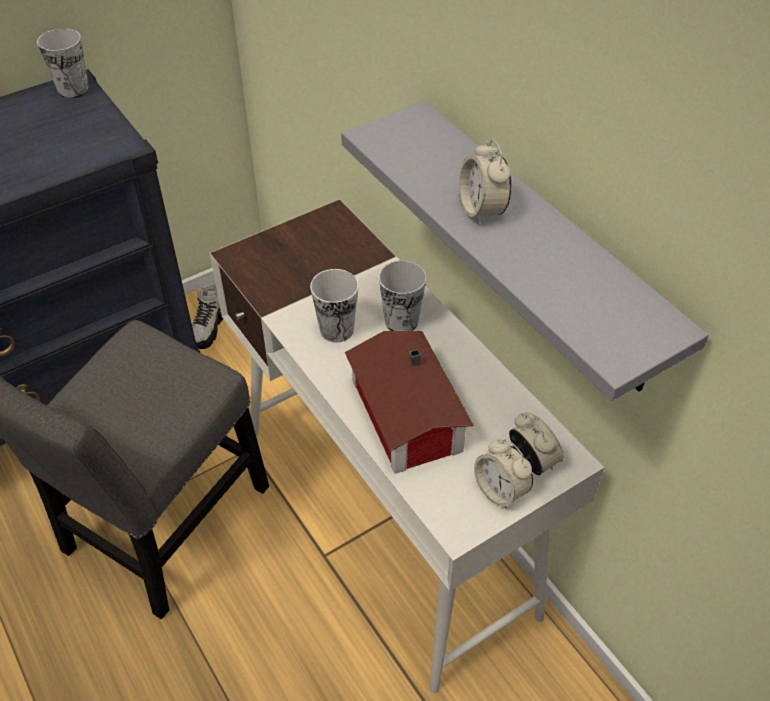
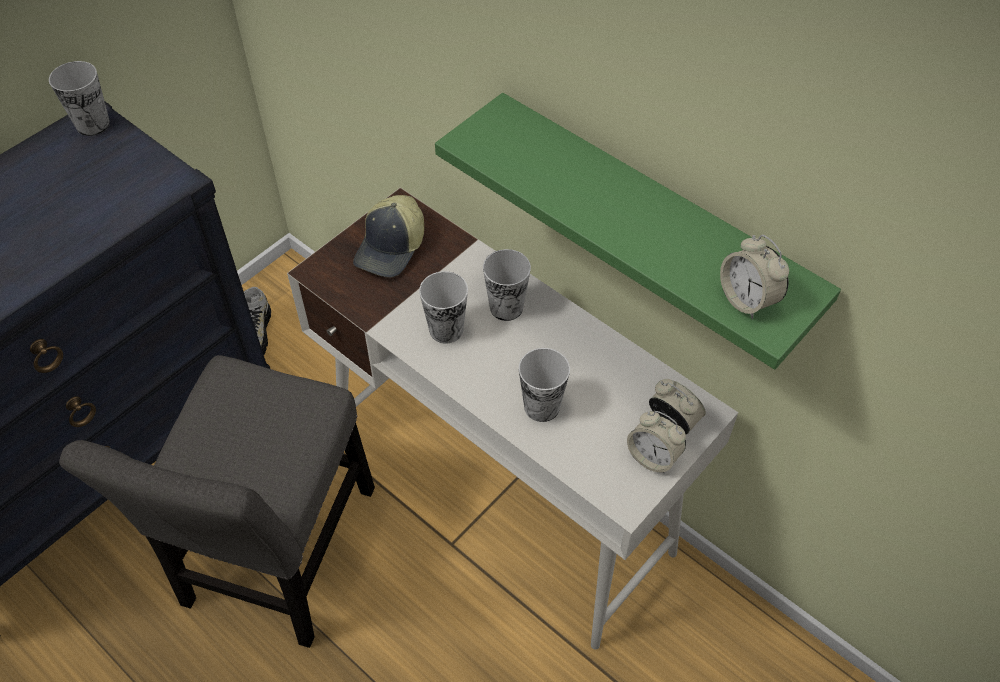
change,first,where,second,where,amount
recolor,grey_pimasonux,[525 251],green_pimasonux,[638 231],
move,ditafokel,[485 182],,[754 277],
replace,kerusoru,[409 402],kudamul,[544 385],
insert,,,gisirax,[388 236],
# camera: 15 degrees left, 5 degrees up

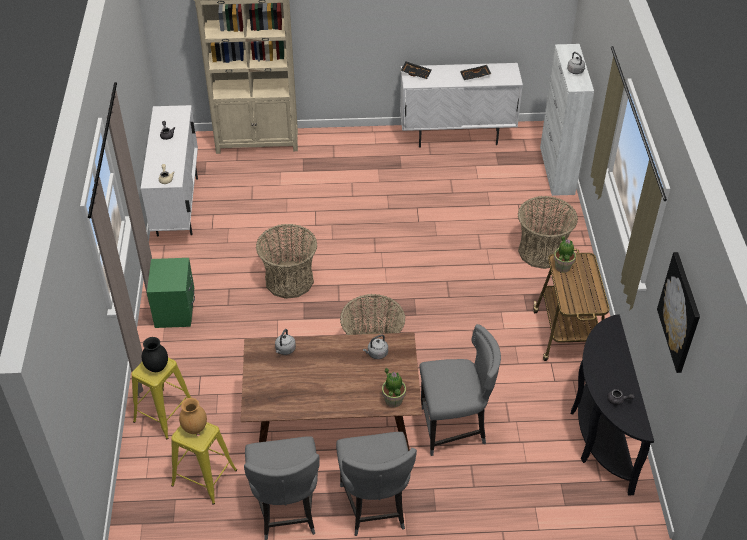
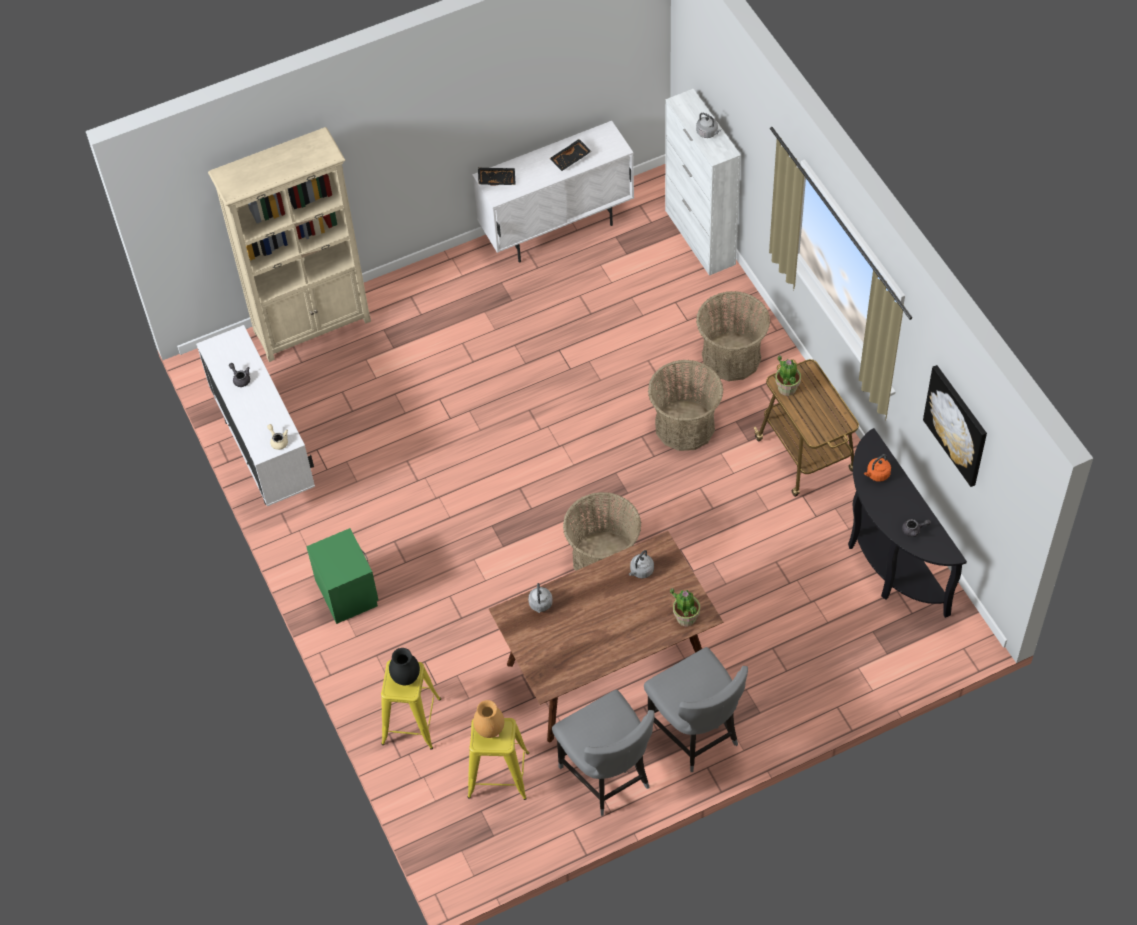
change,first,where,second,where,amount
move,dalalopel,[286 261],,[685 405],
delete,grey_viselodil,[460 390],,,
insert,,,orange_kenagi,[877 468],
# camera: 20 degrees left, 10 degrees up

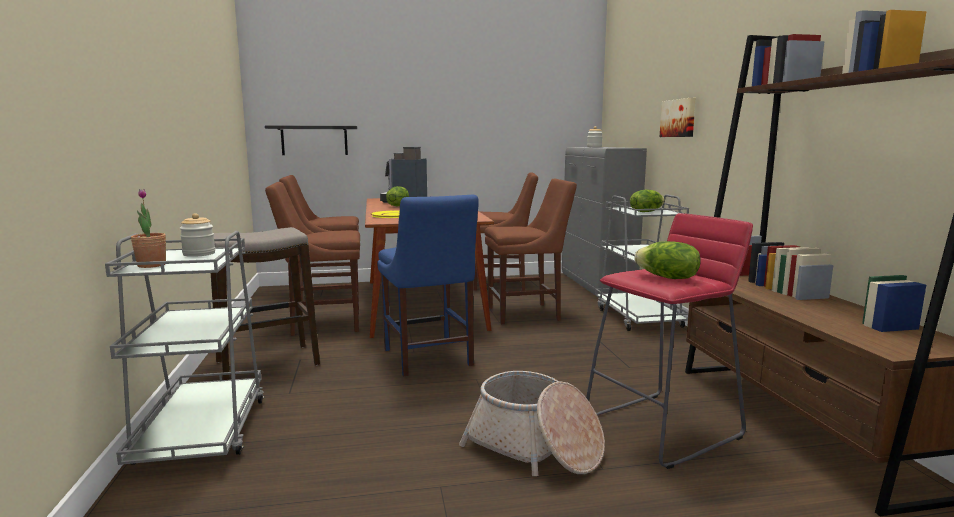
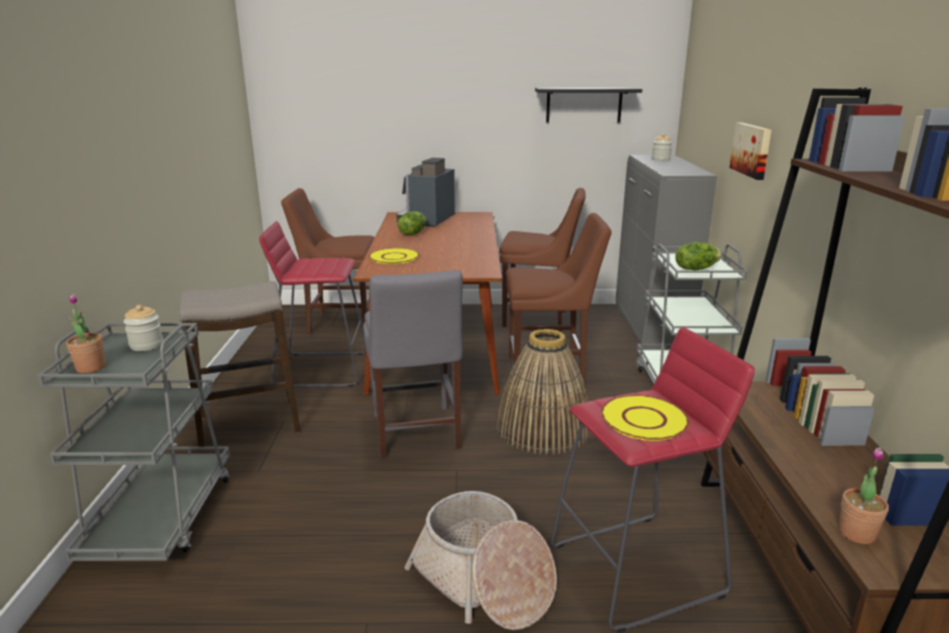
change,first,where,second,where,amount
move,black_pimasonux,[311 140],,[588 105],
replace,brown_viselodil,[312 259],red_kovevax,[312 304],
recolor,blue_viselodil,[428 285],grey_viselodil,[413 364],
replace,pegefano,[668 260],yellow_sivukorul,[645 418],
insert,,,dalalopel,[543 391],
insert,,,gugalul,[864 495],
# camera: 10 degrees right, 10 degrees up

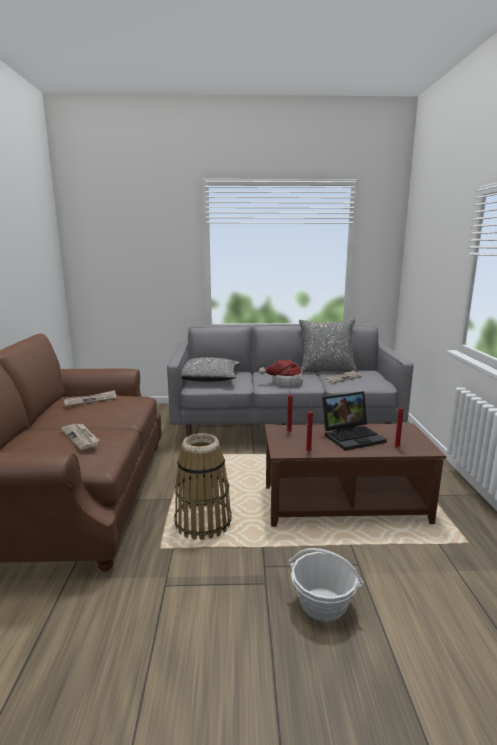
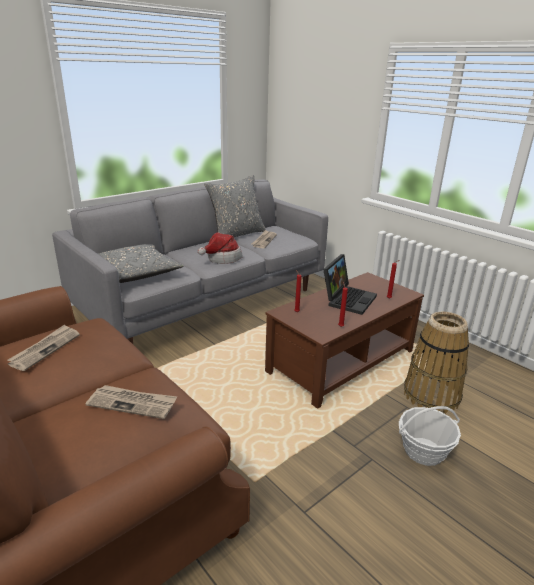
change,first,where,second,where,amount
move,dalalopel,[203 486],,[436 363],
# camera: 40 degrees left, 10 degrees up

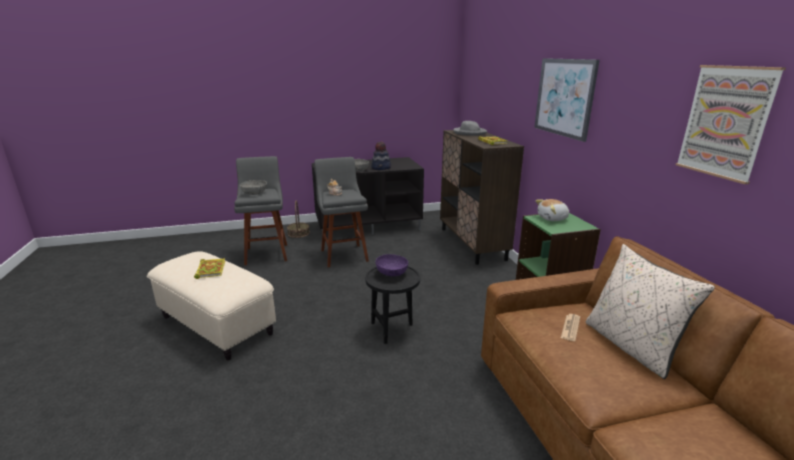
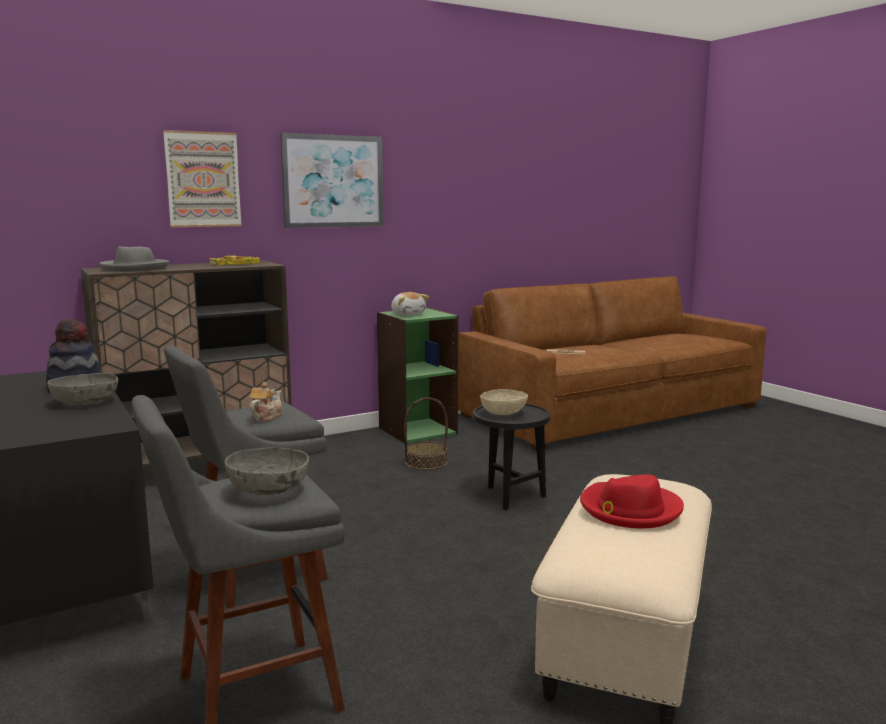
change,first,where,second,where,amount
move,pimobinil,[731 124],,[202 178],
move,dalalopel,[298 219],,[426 434],
delete,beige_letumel,[650 311],,,
recolor,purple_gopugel,[392 265],beige_gopugel,[504 402],
replace,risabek,[209 268],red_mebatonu,[632 501],
# camera: 105 degrees left, 10 degrees down

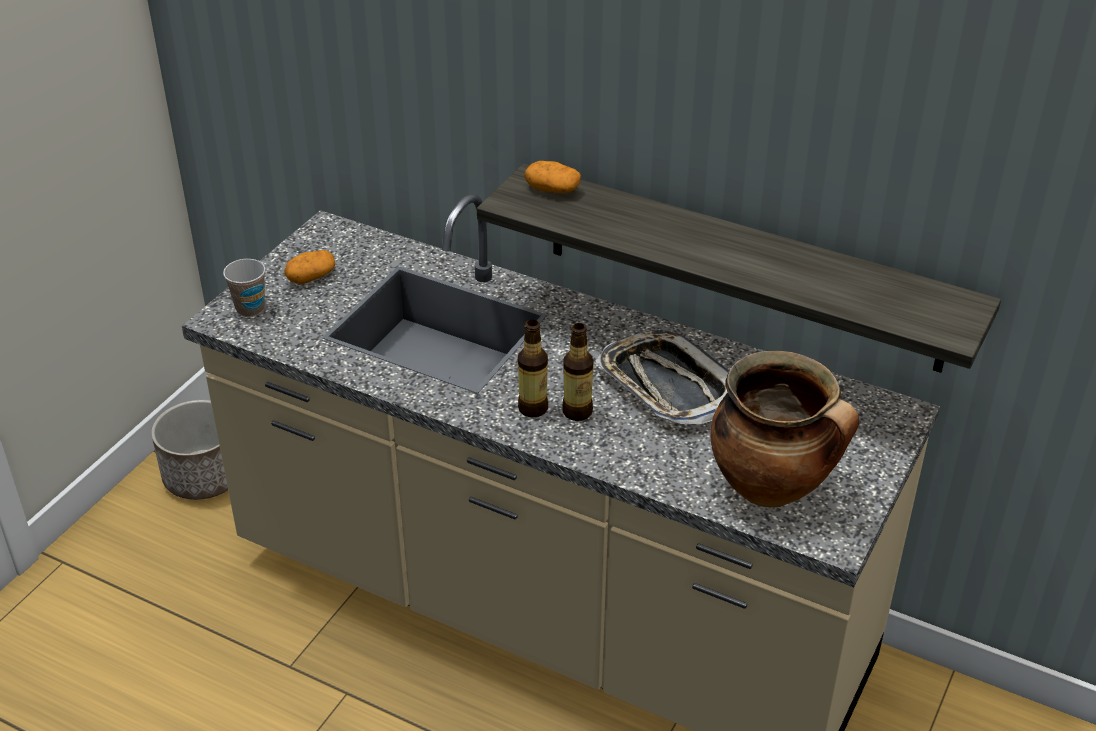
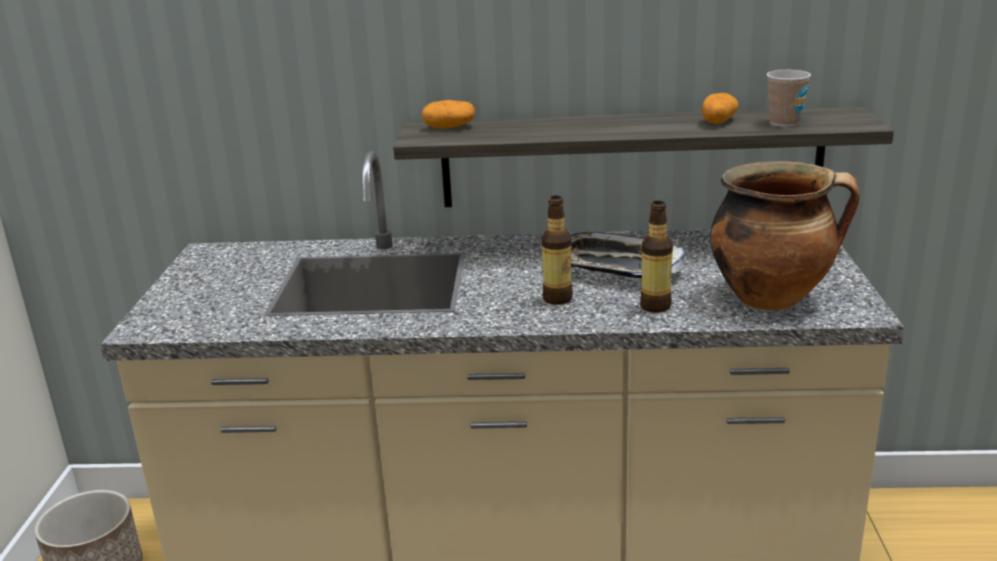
change,first,where,second,where,amount
move,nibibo,[309 267],,[720 108],
move,kudamul,[244 288],,[789 98],
move,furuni,[533 368],,[656 257],
# camera: 25 degrees left, 15 degrees down

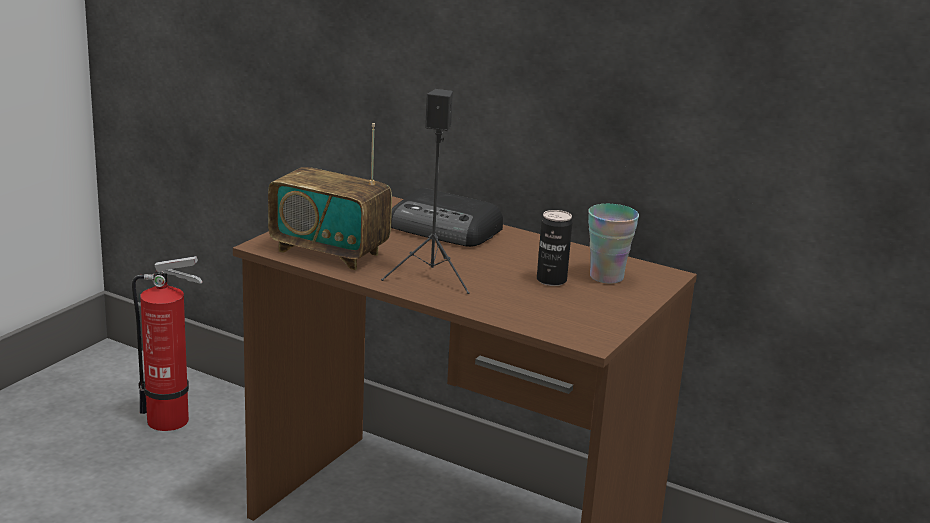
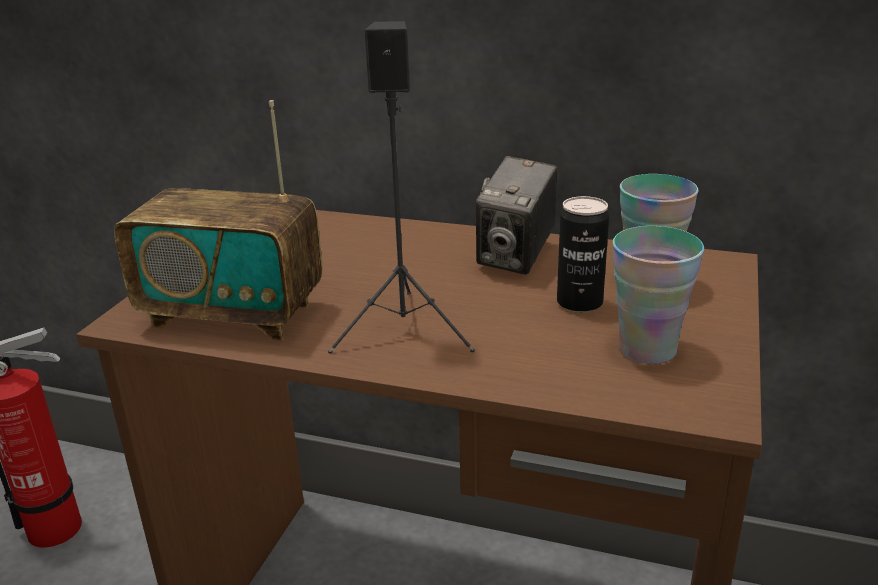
change,first,where,second,where,amount
delete,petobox,[447 217],,,
insert,,,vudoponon,[516 215],
insert,,,kudamul,[658 295],
# camera: 10 degrees left, 5 degrees up

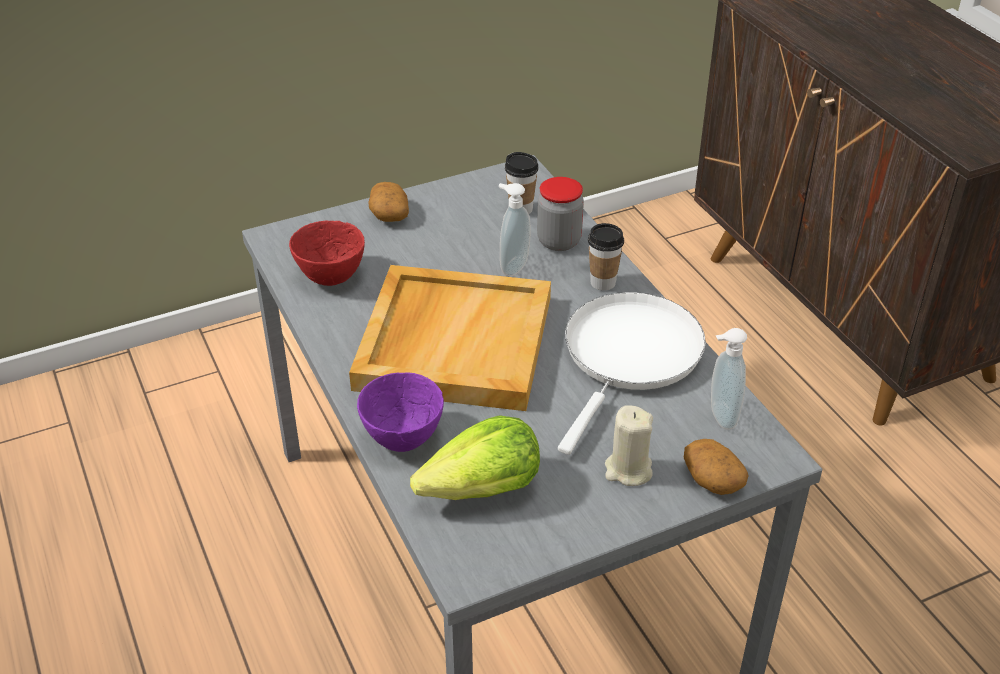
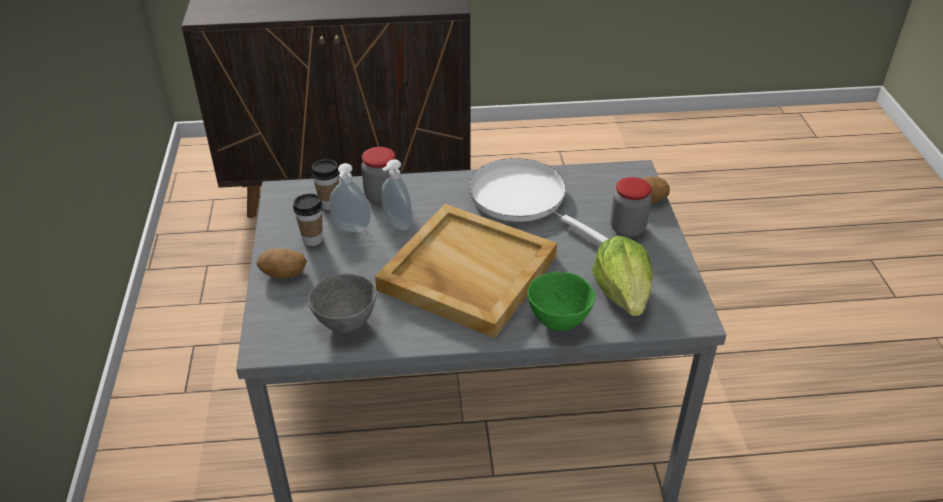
change,first,where,second,where,amount
recolor,red_gopugel,[327 253],grey_gopugel,[342 303],
move,kudamul,[606 257],,[308 219],
move,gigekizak,[729 379],,[350 197],
recolor,purple_gopugel,[400 412],green_gopugel,[561 301],
replace,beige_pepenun,[629 445],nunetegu,[631 207],
# camera: 70 degrees left, 0 degrees up

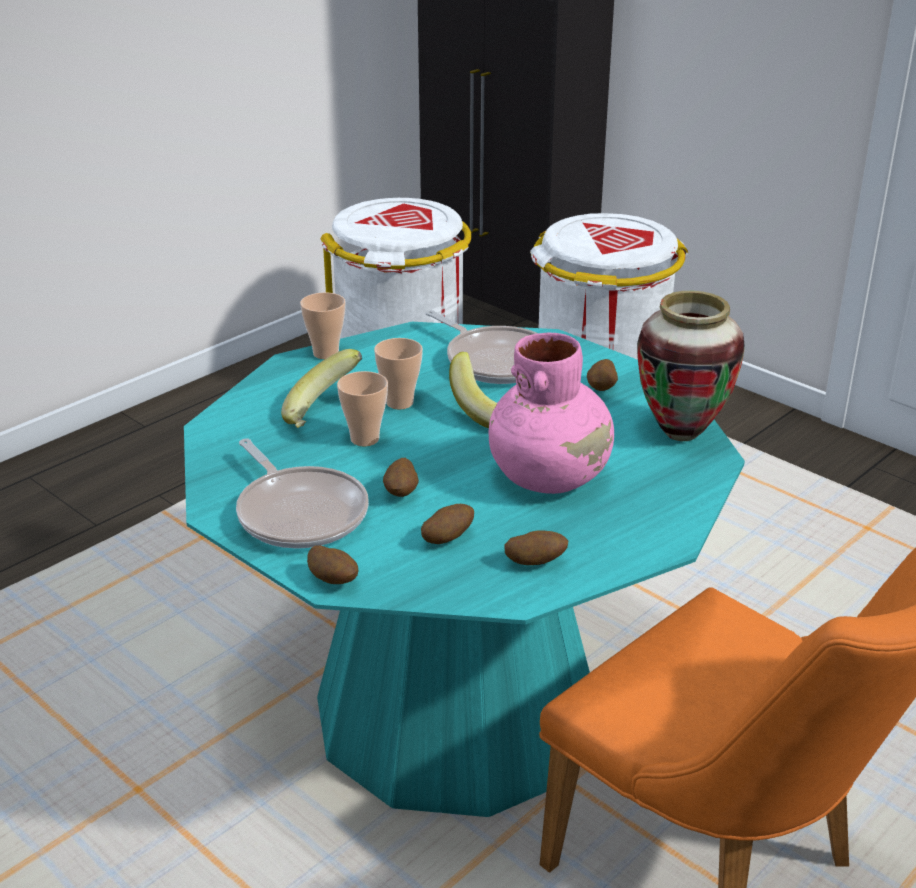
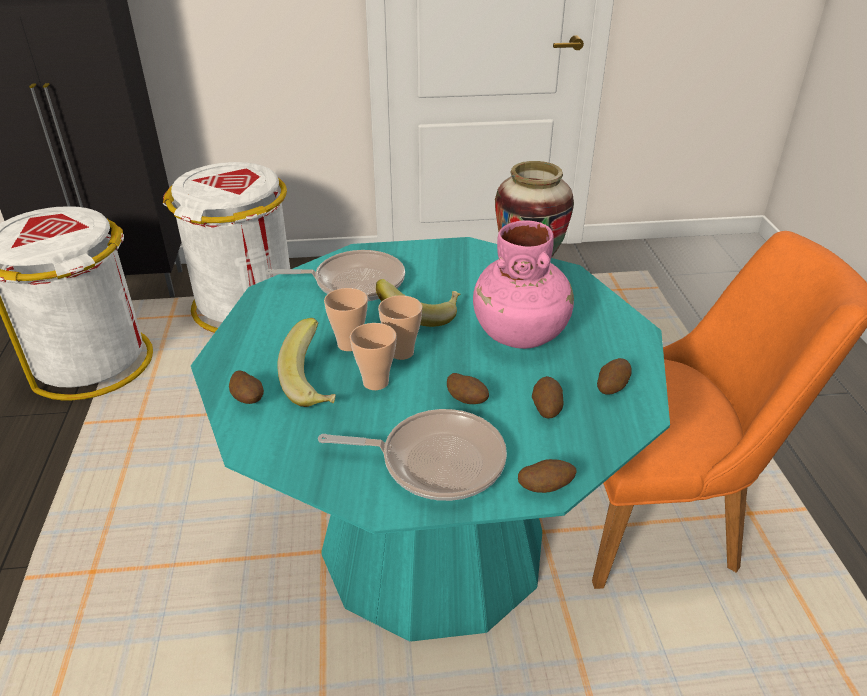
change,first,where,second,where,amount
move,kudamul,[323 325],,[400 327],
move,nibibo,[602 375],,[246 387],
# camera: 50 degrees left, 5 degrees up

